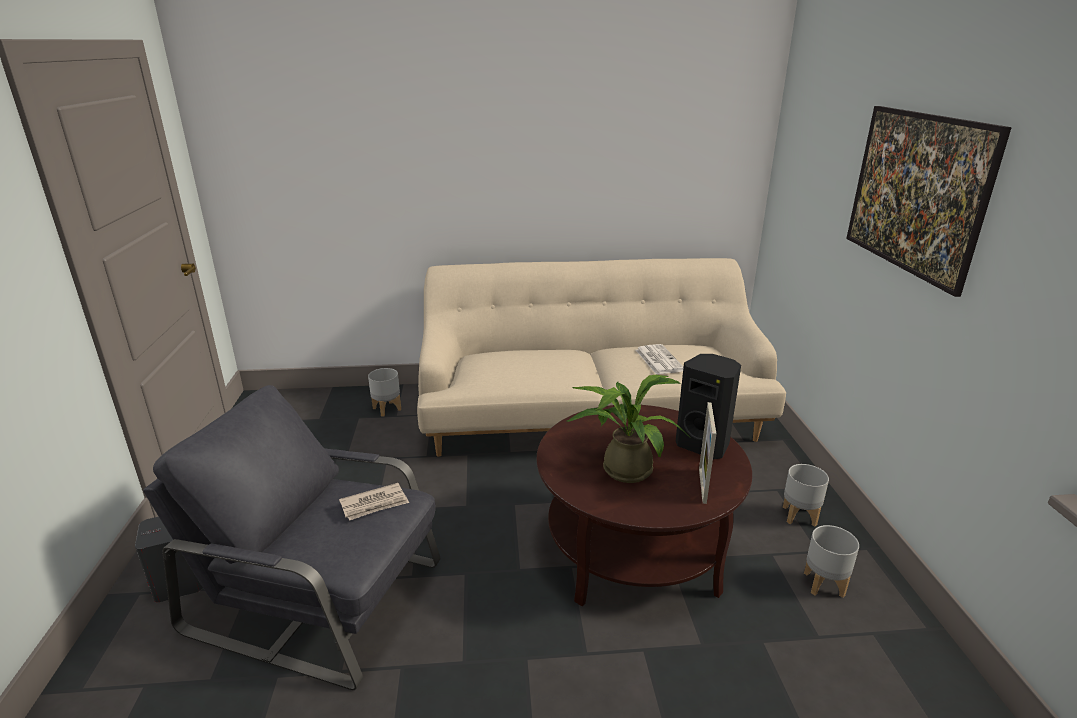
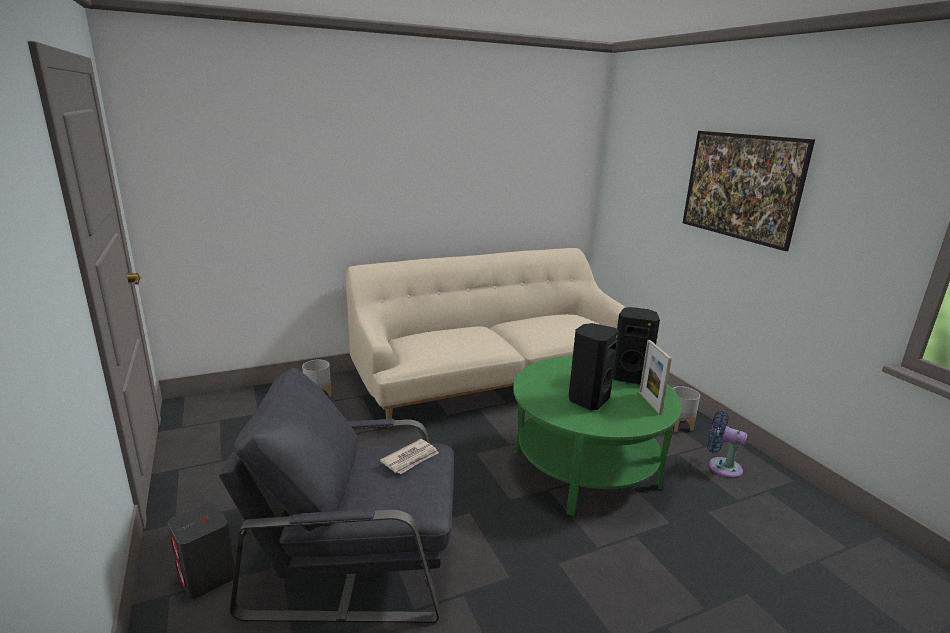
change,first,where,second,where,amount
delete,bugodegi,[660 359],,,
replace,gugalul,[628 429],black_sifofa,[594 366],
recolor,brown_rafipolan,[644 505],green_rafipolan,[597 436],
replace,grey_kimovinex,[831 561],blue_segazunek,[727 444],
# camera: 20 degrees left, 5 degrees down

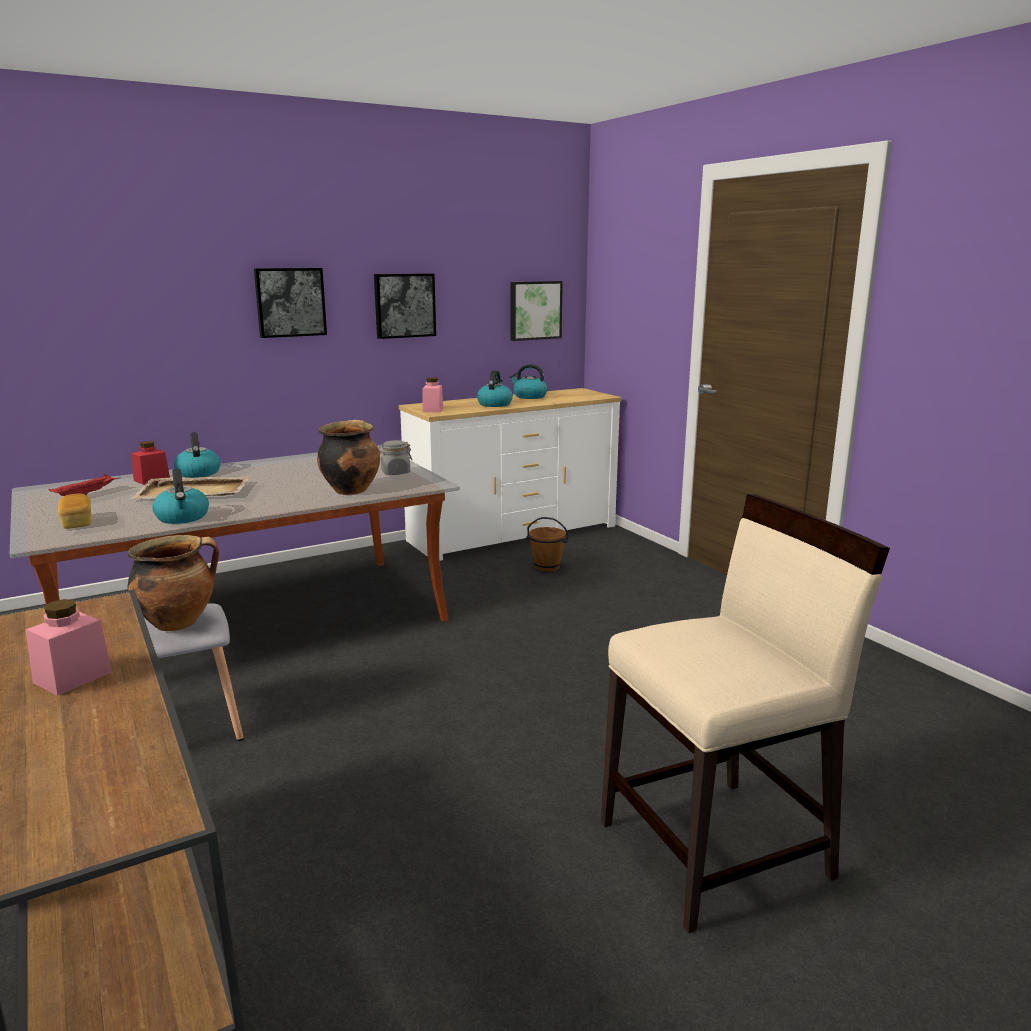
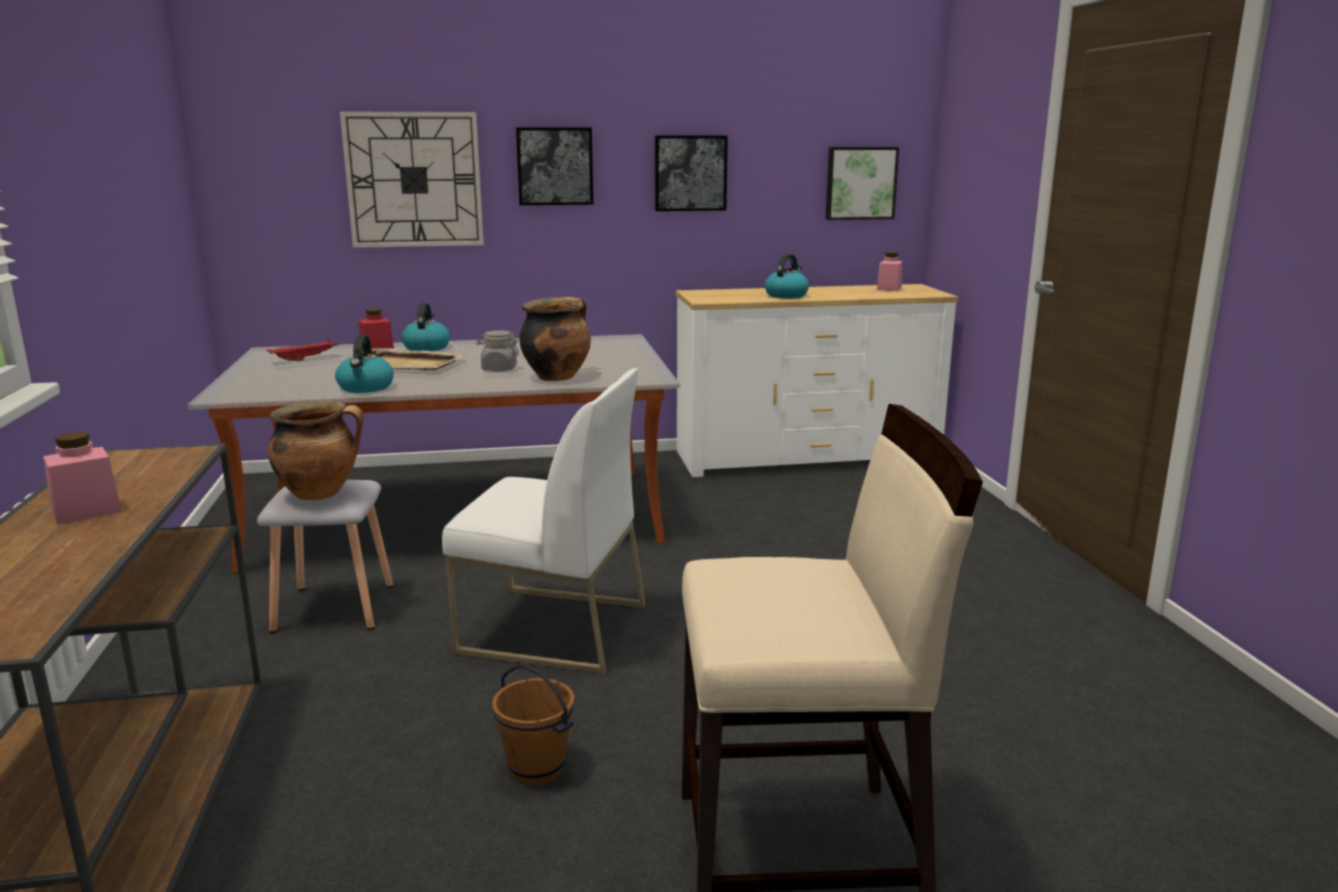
change,first,where,second,where,amount
delete,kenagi,[528 381],,,
move,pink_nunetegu,[433 394],,[889 271],
move,grey_nunetegu,[395 457],,[497 351],
delete,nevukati,[74 511],,,
move,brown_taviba,[547 544],,[533 725],
insert,,,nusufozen,[412 179],
insert,,,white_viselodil,[543 521],
# camera: 20 degrees right, 0 degrees up

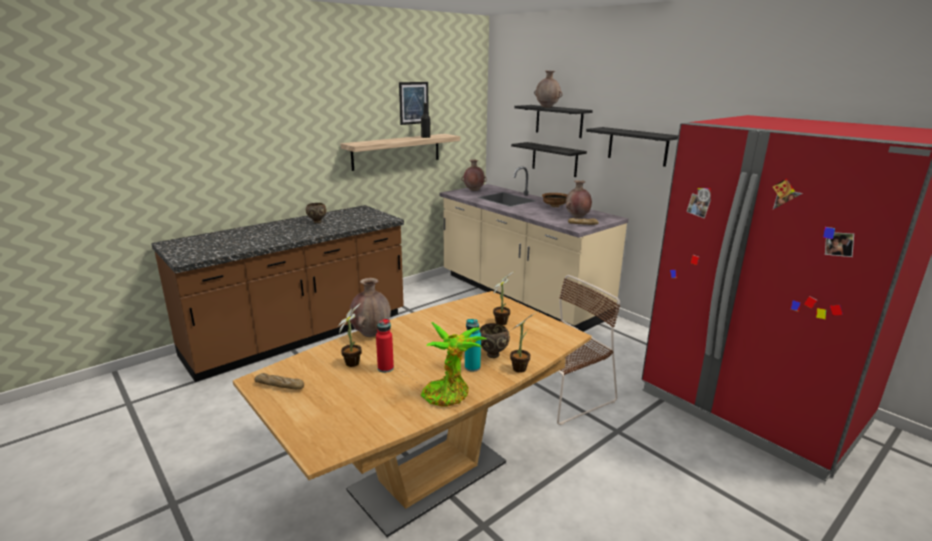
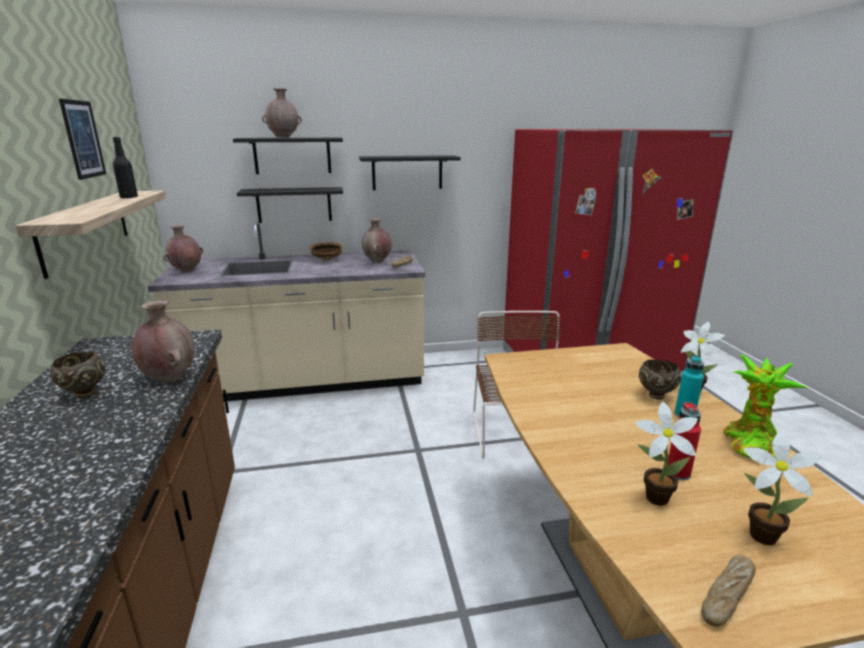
change,first,where,second,where,amount
move,gugalul,[503 298],,[782 488],
move,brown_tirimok,[370 307],,[163 341],
# camera: 60 degrees left, 0 degrees up

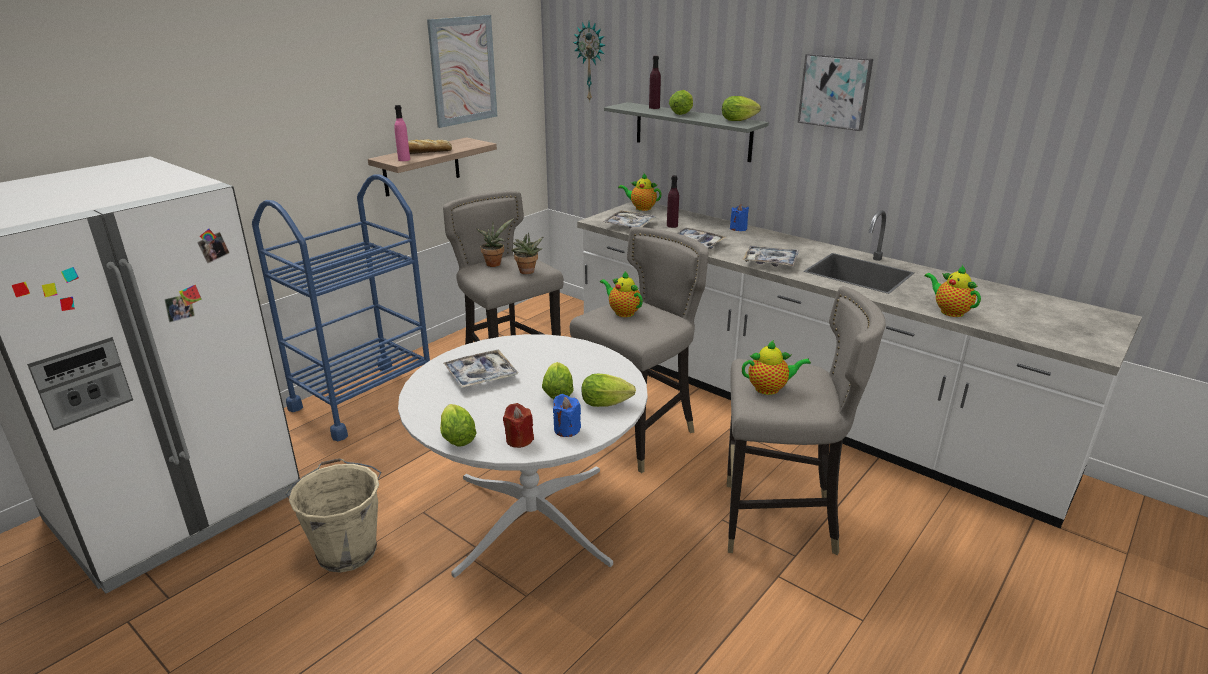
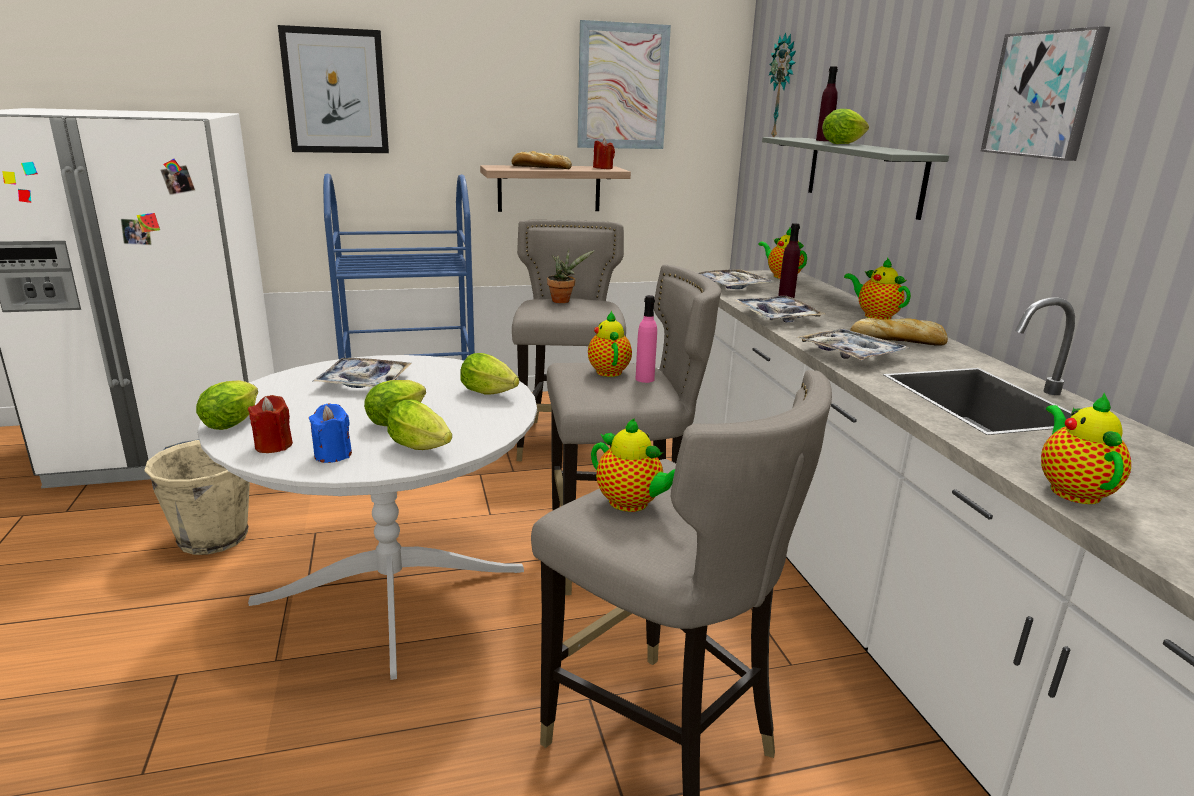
change,first,where,second,where,amount
move,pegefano,[741 108],,[489 374],
move,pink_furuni,[402 133],,[646 339],
replace,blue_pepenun,[739 217],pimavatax,[877 288],
delete,gugalul,[527 253],,,
insert,,,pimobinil,[333 89],
insert,,,red_pepenun,[604 153],
insert,,,nevukati,[899 332],
# camera: 35 degrees right, 5 degrees down

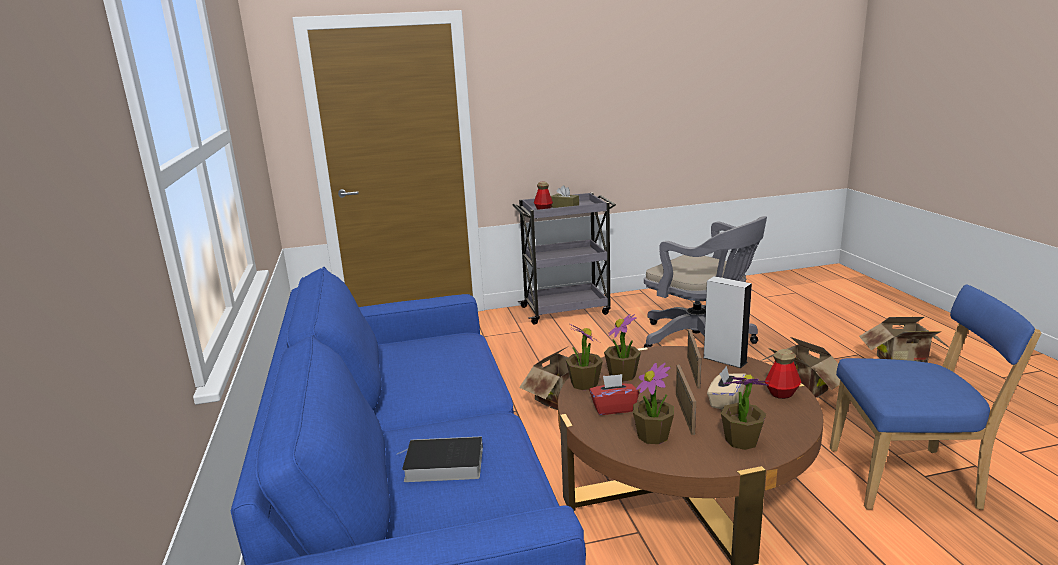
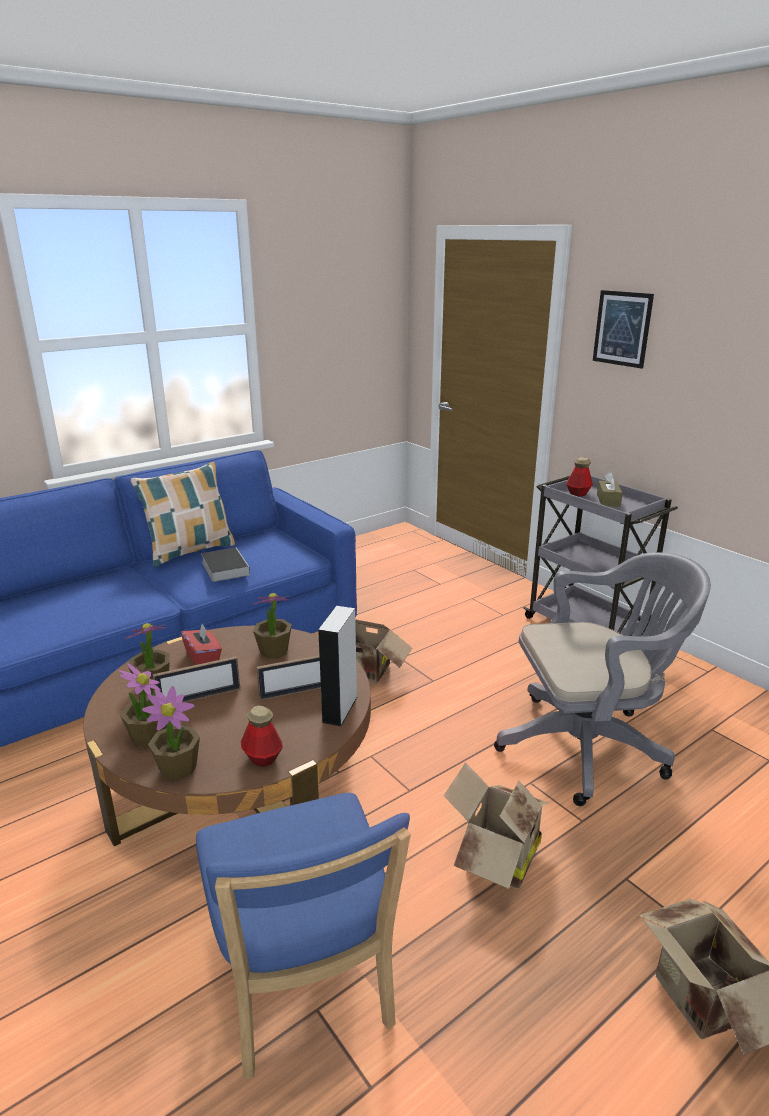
change,first,where,second,where,amount
rotate,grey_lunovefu,[705 282],,[602 679],120 degrees counterclockwise
move,gugalul,[584 357],,[171 733],
delete,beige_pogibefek,[726 388],,,
move,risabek,[440 459],,[225 565],
insert,,,pimobinil,[623 329],
insert,,,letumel,[183 514],
# camera: 65 degrees right, 5 degrees up

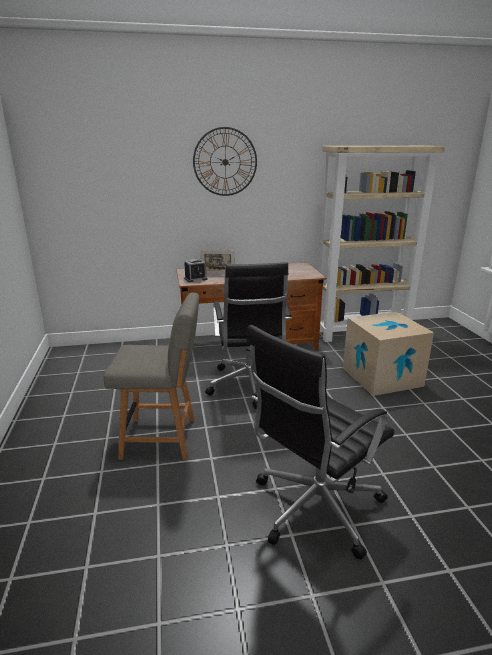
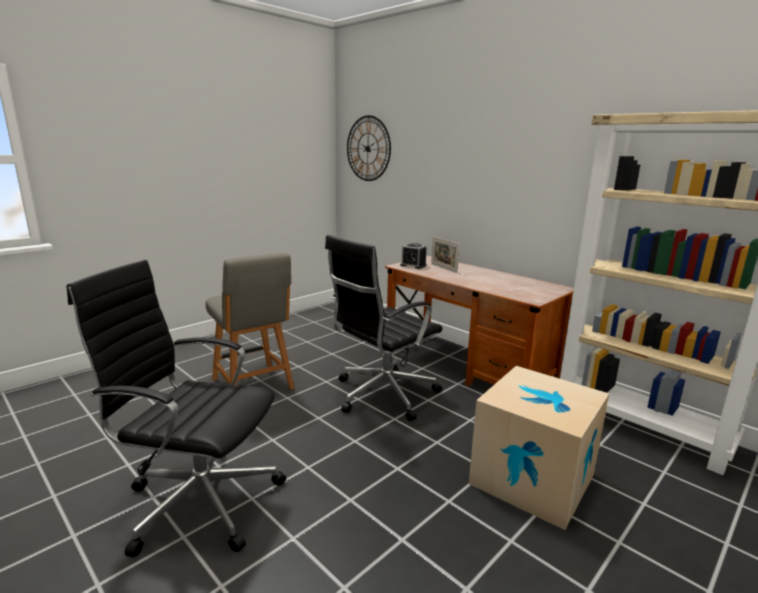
change,first,where,second,where,amount
move,nusufozen,[225 161],,[369 148],
# camera: 55 degrees right, 5 degrees down

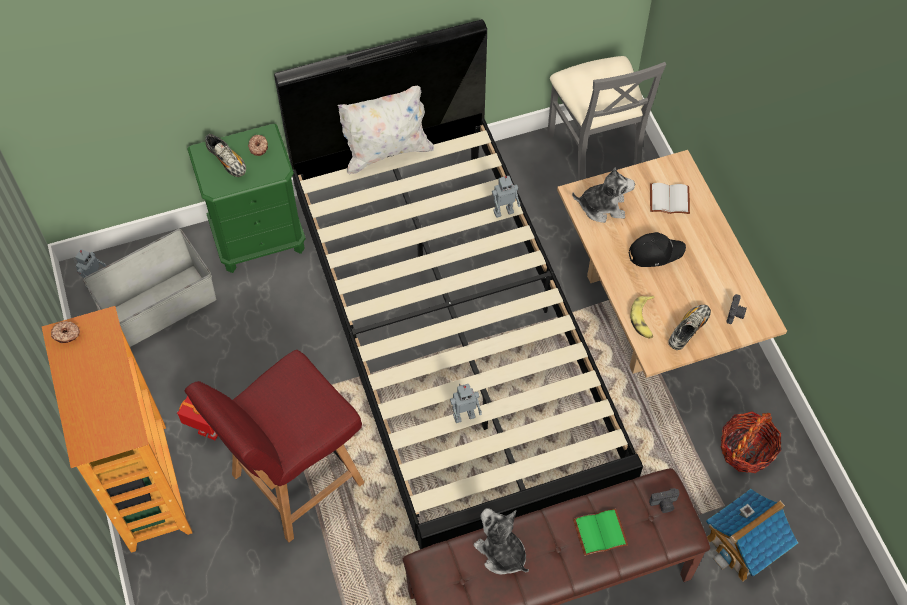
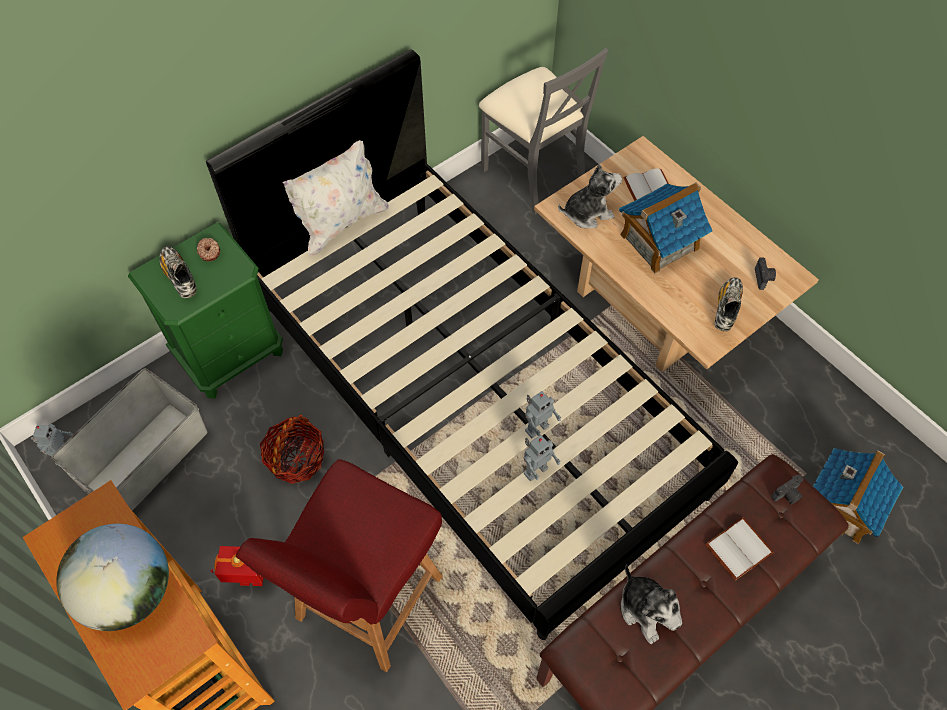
change,first,where,second,where,amount
rotate,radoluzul,[225 155],,[178 272],150 degrees counterclockwise
move,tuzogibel,[506 197],,[543 414],
replace,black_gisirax,[657 249],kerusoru,[666 228],
delete,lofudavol,[642 317],,,
delete,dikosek,[65 332],,,
move,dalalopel,[751 442],,[292 449],
rotate,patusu,[501 541],,[651 604],150 degrees counterclockwise
recolor,green_risabek,[600 532],white_risabek,[739 549],
insert,,,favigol,[112 577],
# camera: 20 degrees left, 0 degrees up

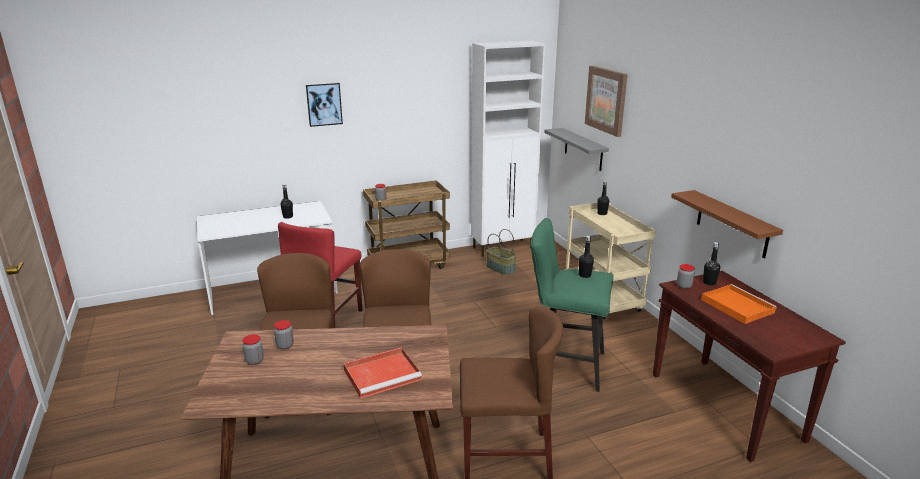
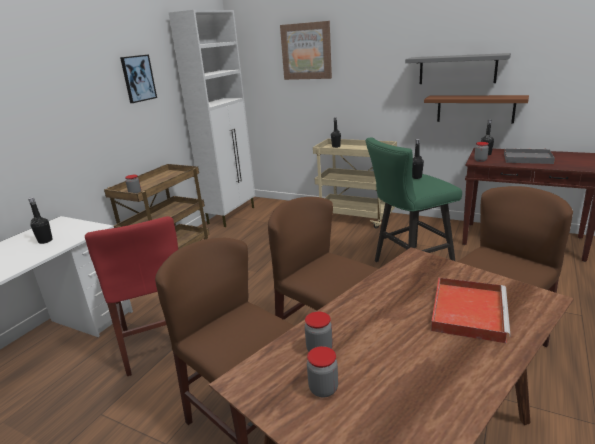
change,first,where,second,where,amount
move,pimobinil,[324 105],,[138 78],
move,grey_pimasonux,[576 149],,[458 68],
delete,dalalopel,[501 252],,,
recolor,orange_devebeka,[739 304],grey_devebeka,[529 156],
# camera: 40 degrees left, 0 degrees up

